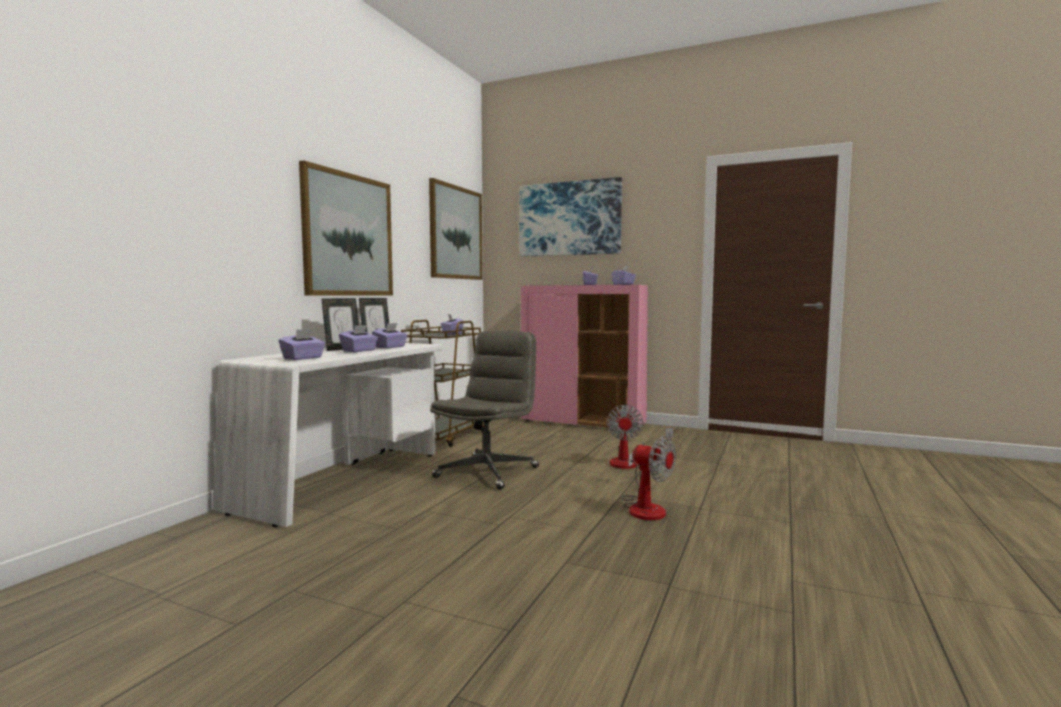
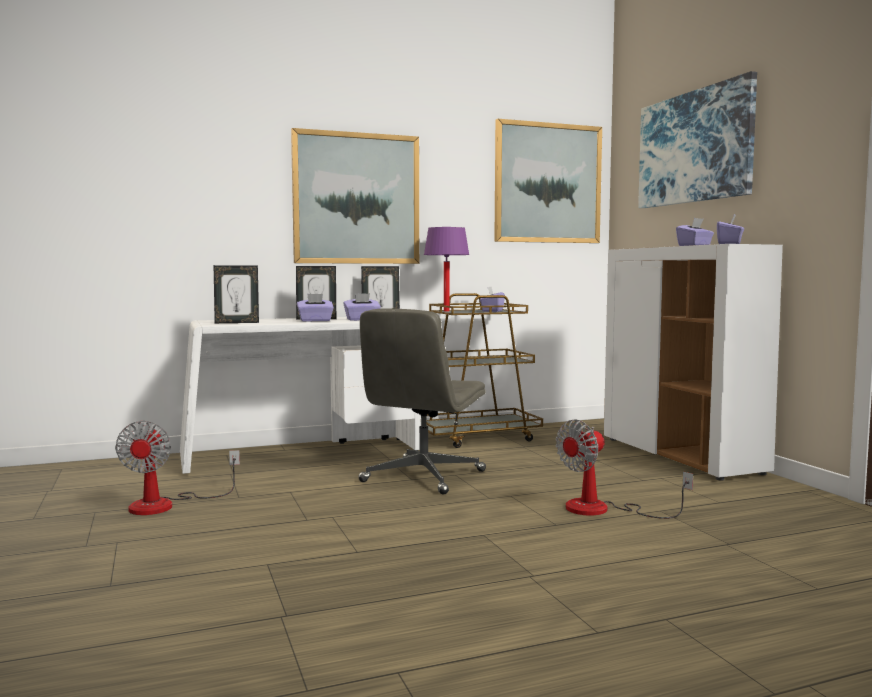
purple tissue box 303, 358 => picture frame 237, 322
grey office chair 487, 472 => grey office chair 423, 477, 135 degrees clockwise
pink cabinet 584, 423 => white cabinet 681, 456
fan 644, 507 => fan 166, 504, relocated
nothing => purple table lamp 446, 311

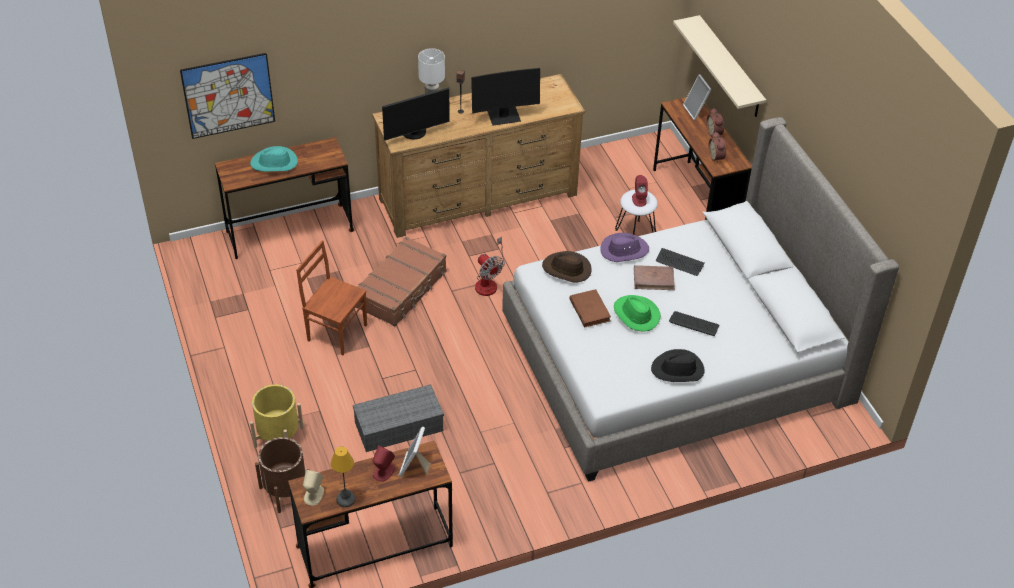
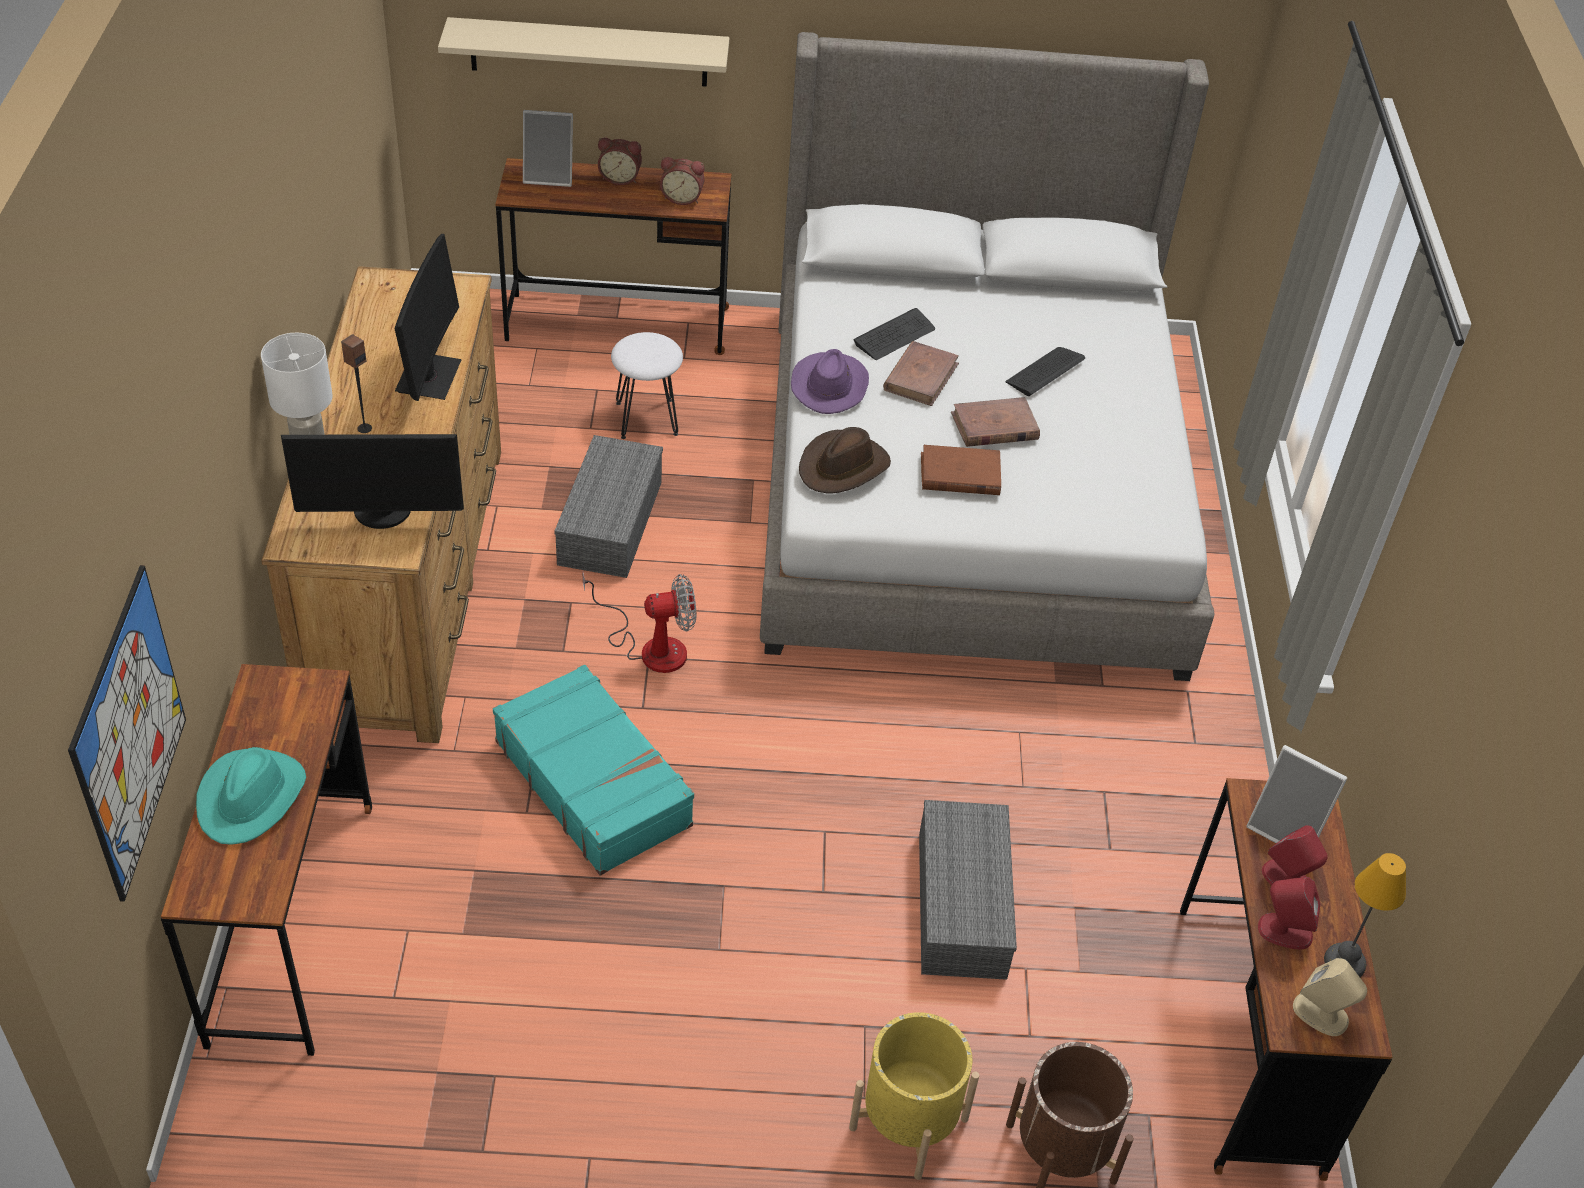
brown chair 337, 332 => nothing
brown suitcase 401, 289 => turquoise suitcase 594, 782
monitor 415, 133 => monitor 382, 514, 90 degrees clockwise
green hat 635, 315 => brown book 994, 426
red speaker 639, 199 => red speaker 1284, 931, relocated
black hat 678, 370 => nothing
nothing => grey storage box 609, 521

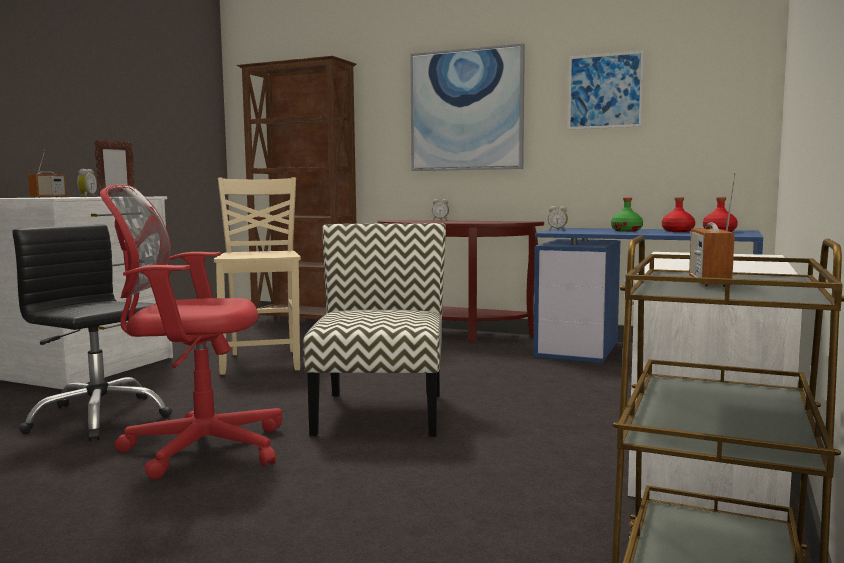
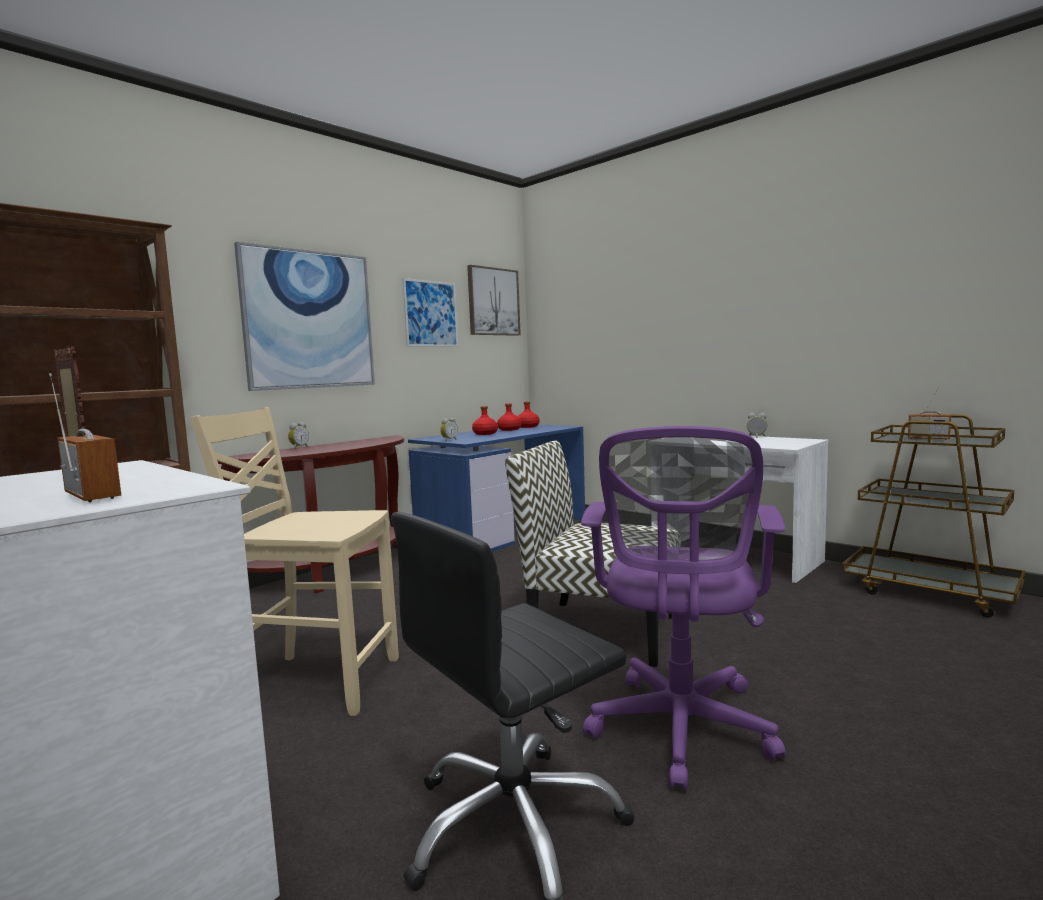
alarm clock 86, 197 => alarm clock 756, 437, relocated
red office chair 197, 448 => purple office chair 680, 731
green bottle 626, 231 => red bottle 485, 434
nothing => picture 493, 302

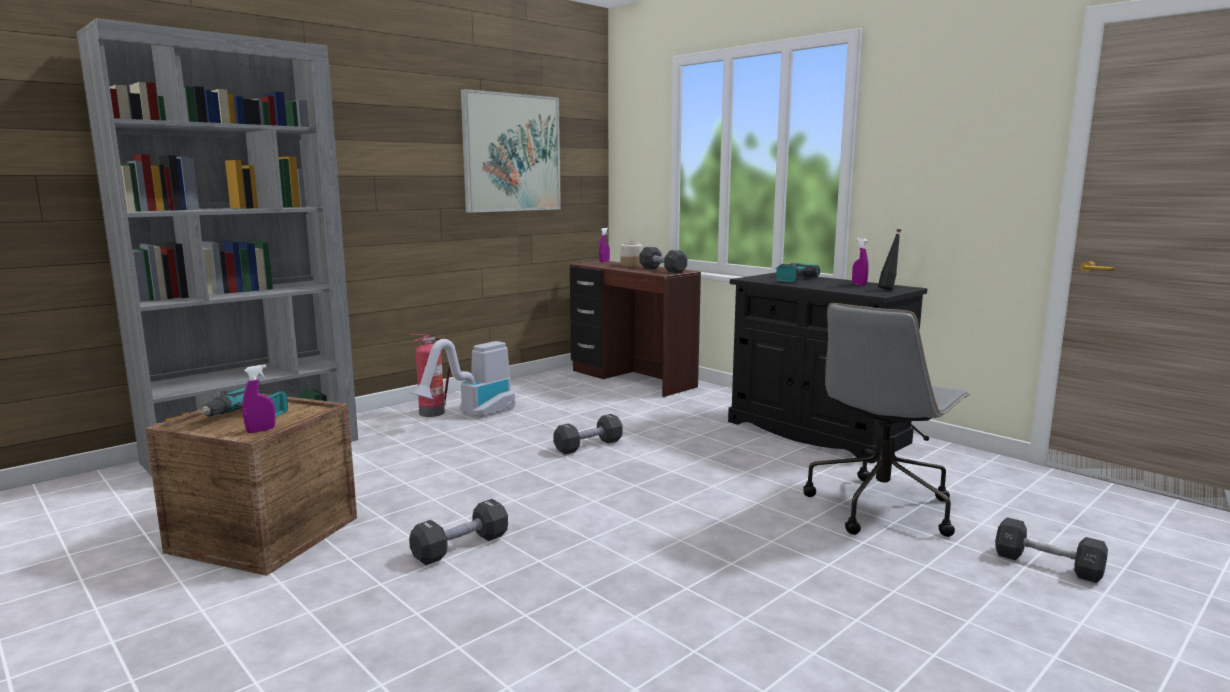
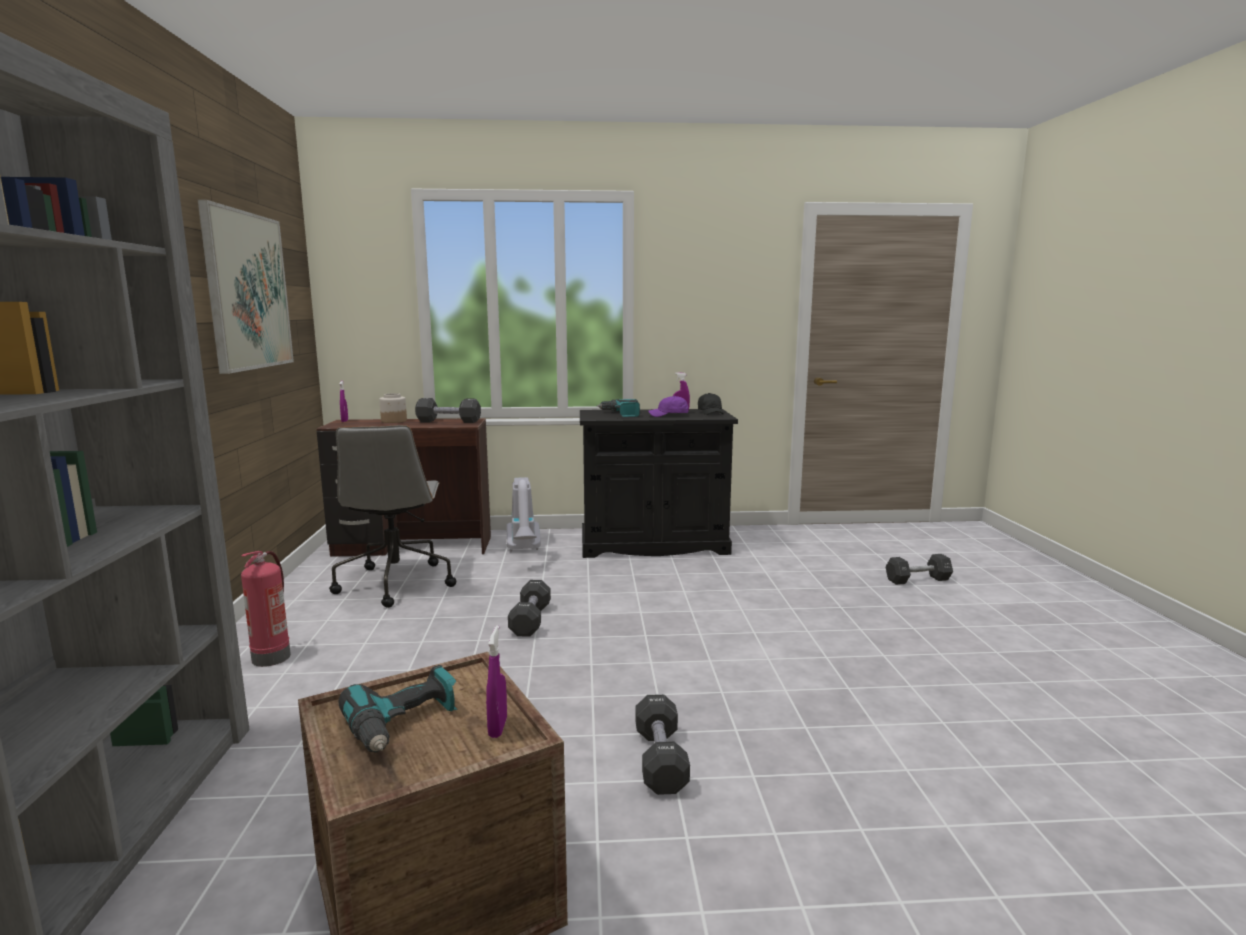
vacuum cleaner 472, 415 => vacuum cleaner 524, 551, relocated
grey office chair 881, 506 => grey office chair 395, 583, relocated
black bottle 888, 289 => black cap 711, 412
nothing => purple cap 669, 415

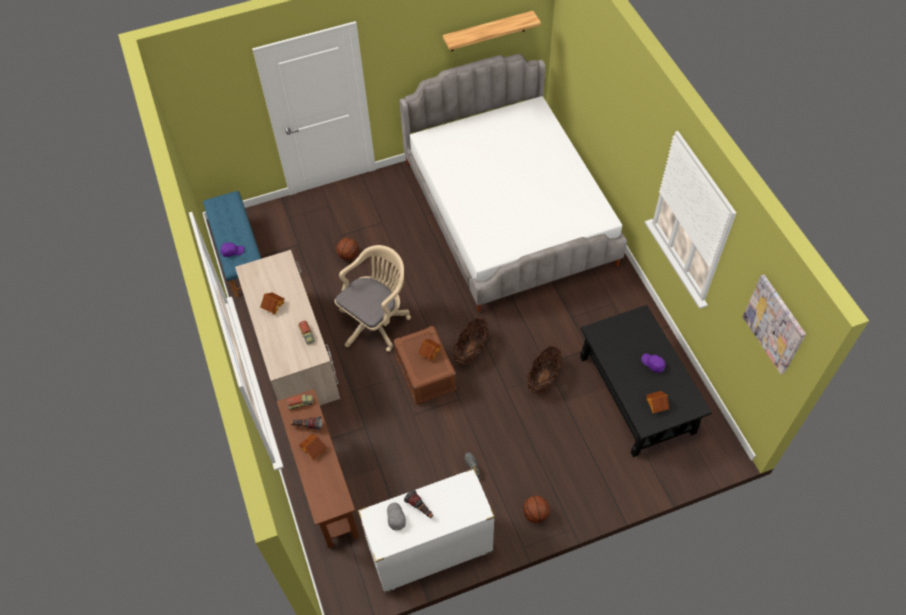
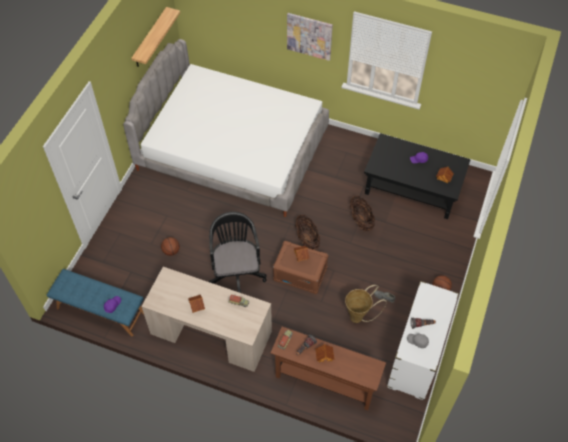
beige office chair 376, 321 => black office chair 236, 272
picture 774, 324 => picture 309, 36, relocated
nothing => basket 359, 317

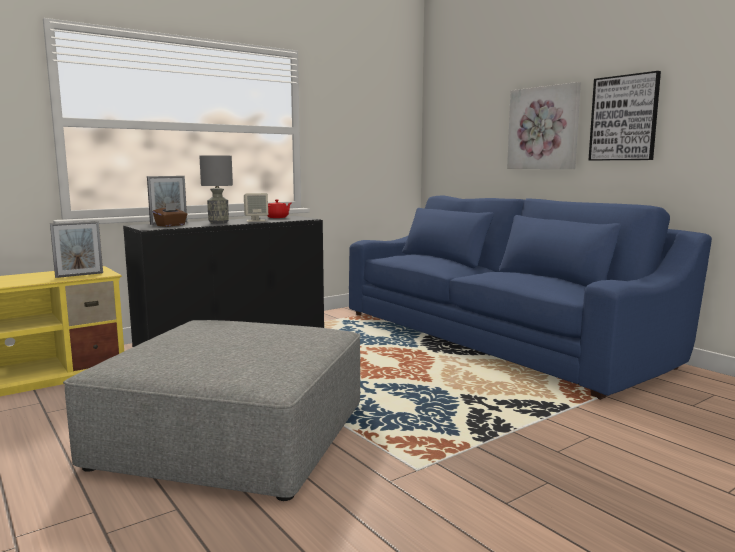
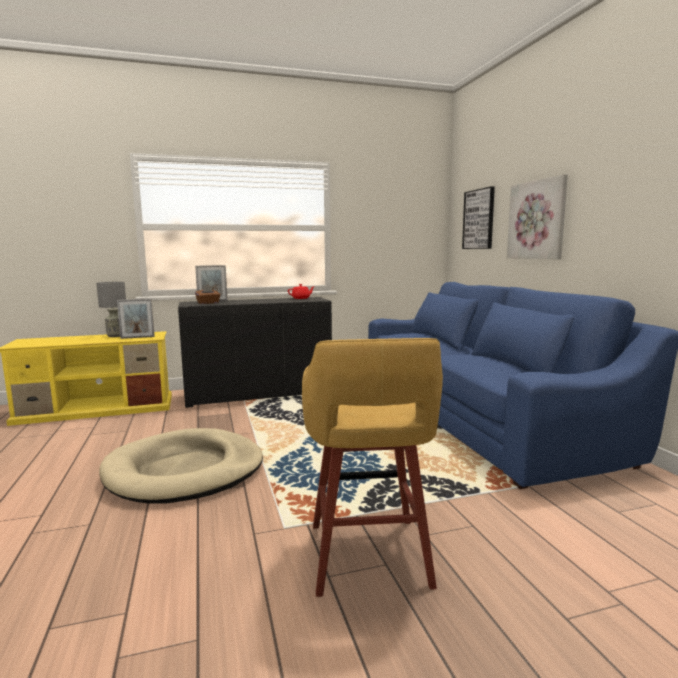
grey ottoman 235, 434 => beige dog bed 185, 471
grey table lamp 218, 222 => grey table lamp 115, 336, relocated
beige speaker 256, 221 => nothing
picture 624, 118 => picture 479, 219, relocated
nothing => yellow stool 368, 557

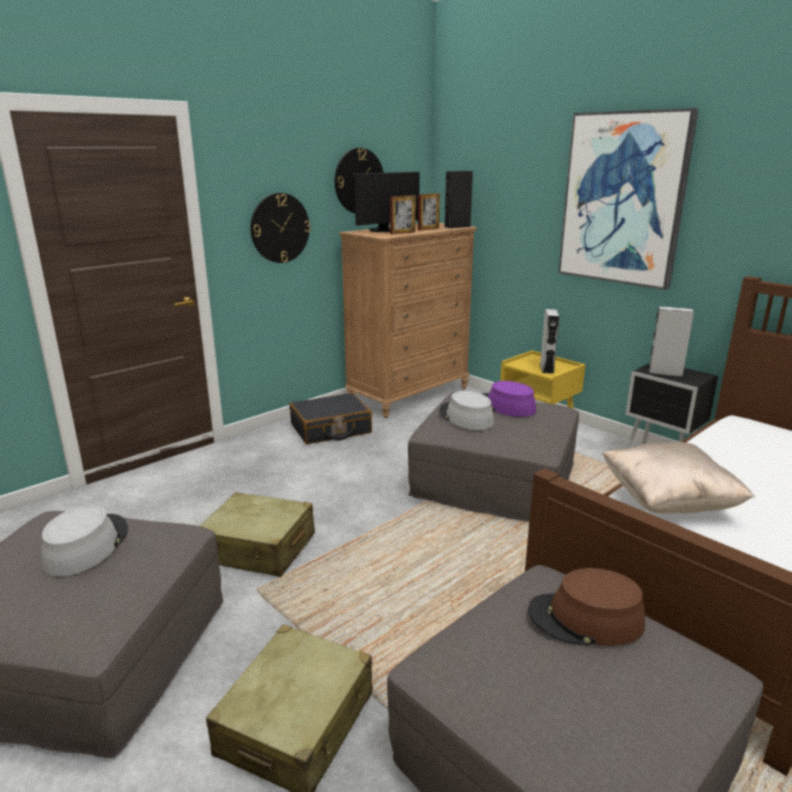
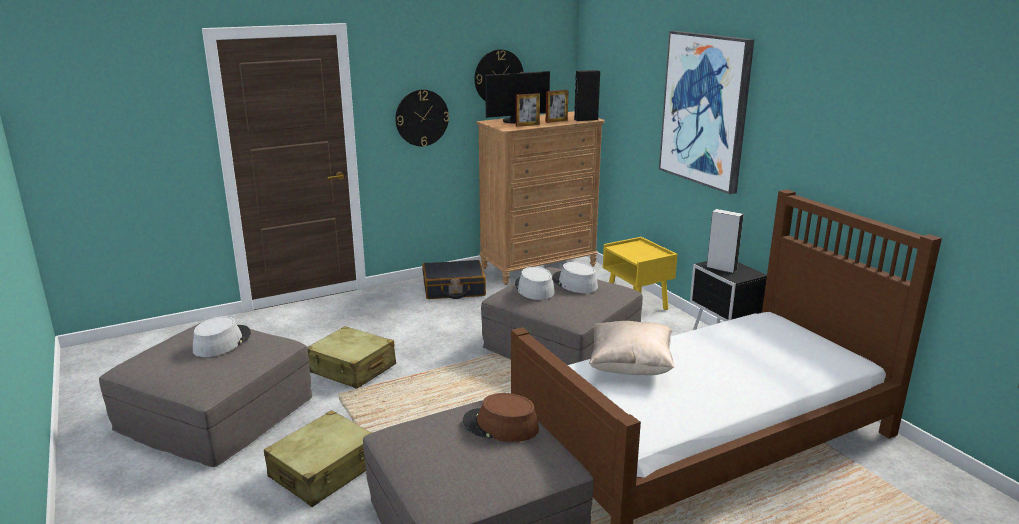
purple hat 505, 406 => grey hat 574, 283
grey speaker 546, 368 => nothing

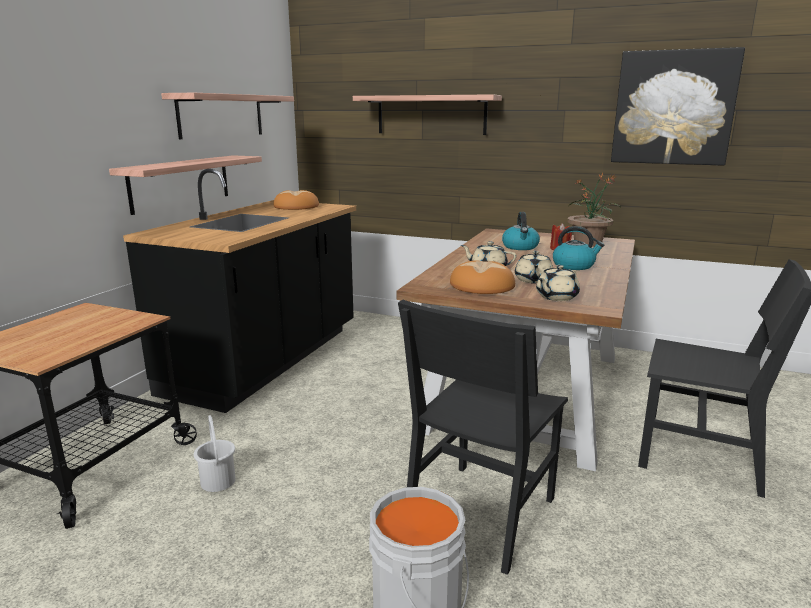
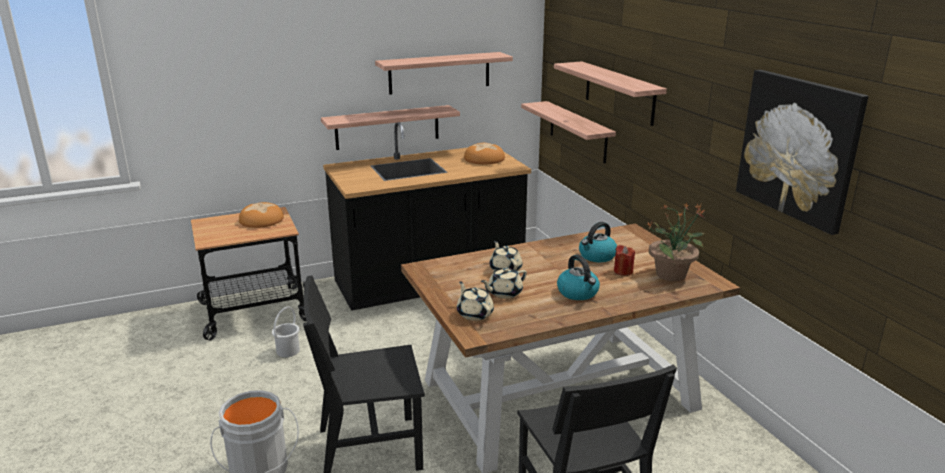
bread 482, 286 => bread 261, 220, relocated
beige teapot 556, 297 => beige teapot 474, 313, 60 degrees clockwise
nothing => shelf 577, 131

